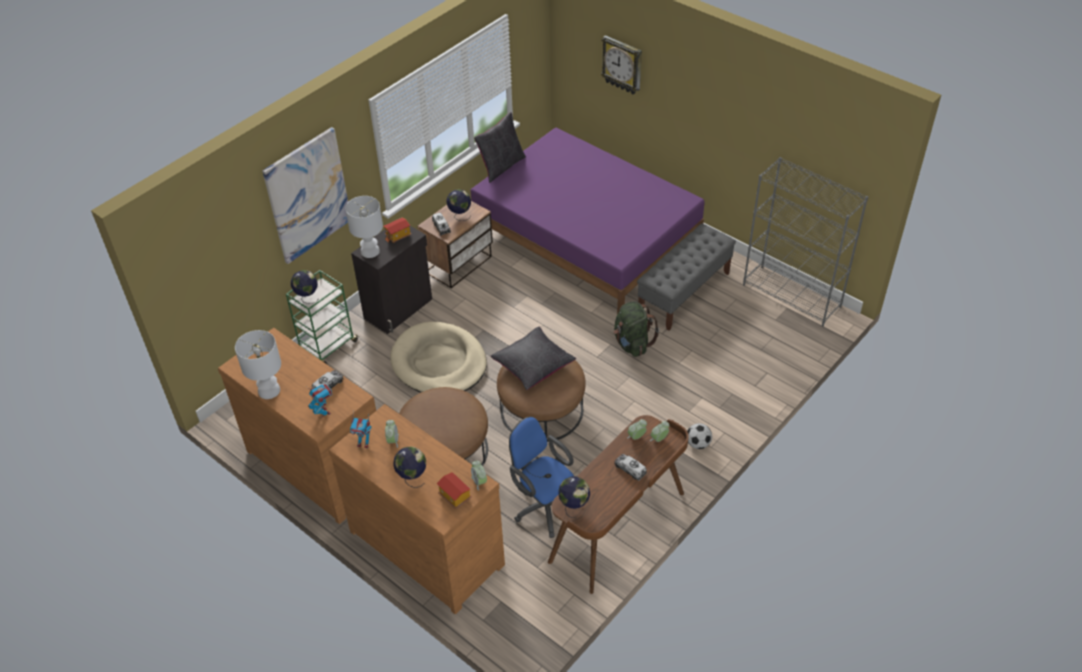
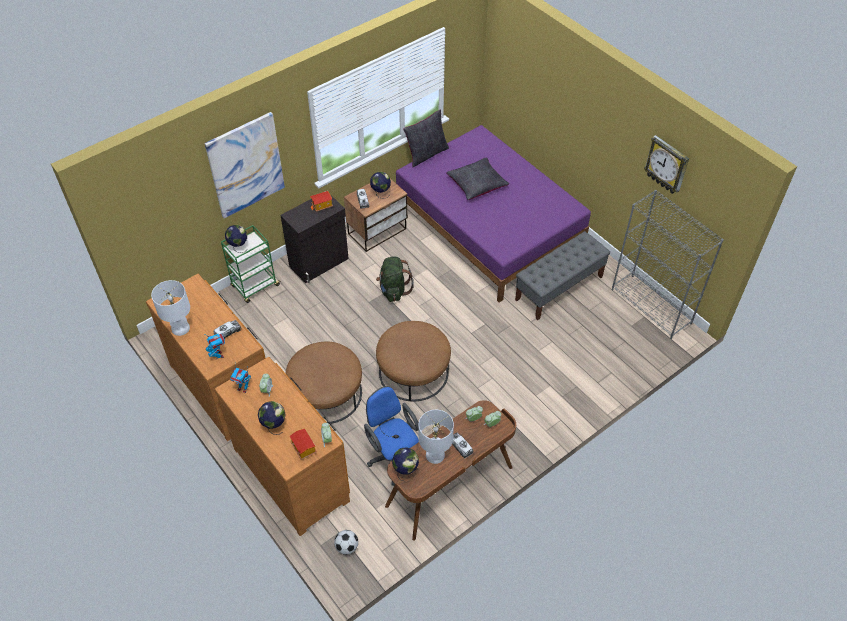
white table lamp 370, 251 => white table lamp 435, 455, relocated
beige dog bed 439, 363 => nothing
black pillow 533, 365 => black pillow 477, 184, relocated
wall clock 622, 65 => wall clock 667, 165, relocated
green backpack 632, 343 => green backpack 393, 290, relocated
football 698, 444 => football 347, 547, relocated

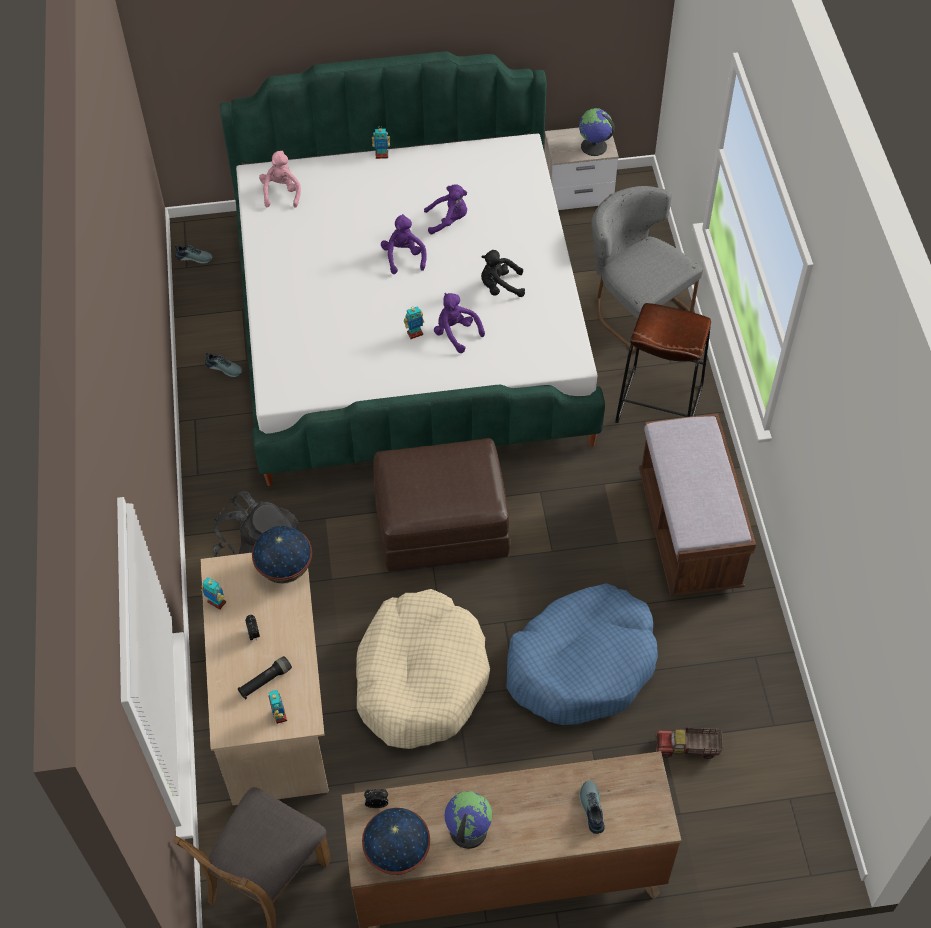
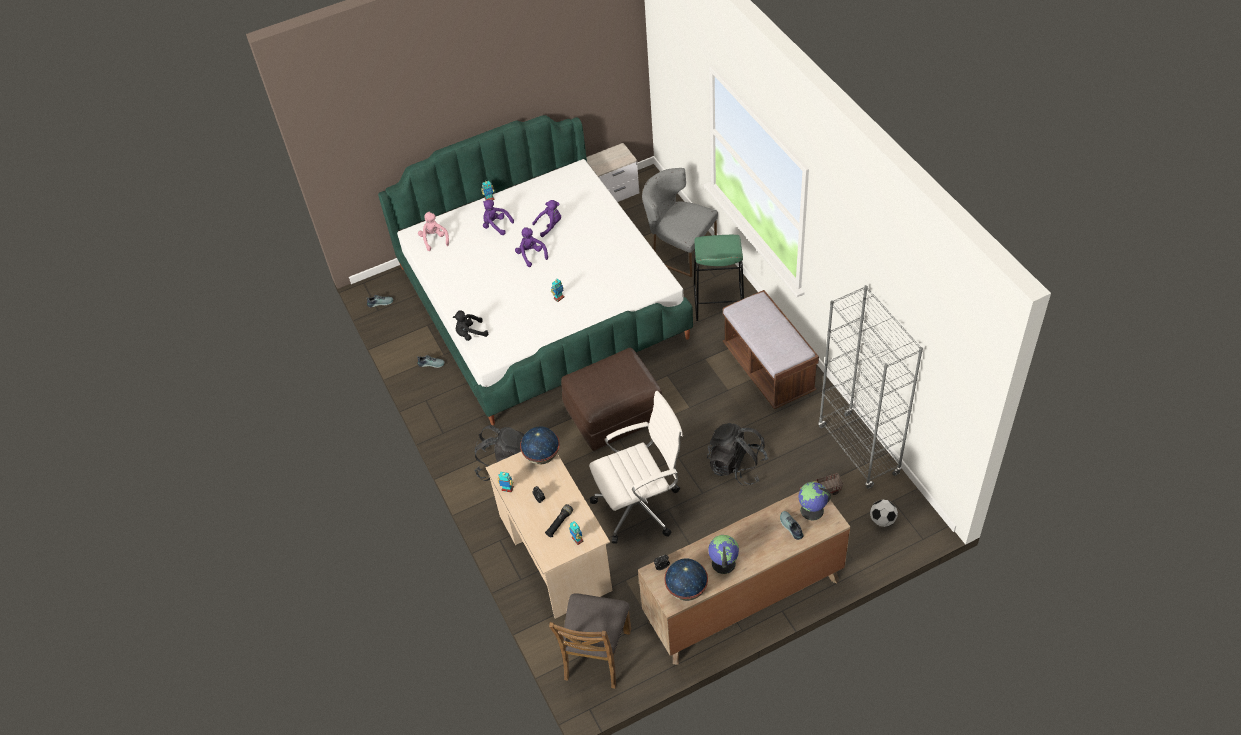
beige dog bed 420, 678 => white office chair 640, 506
purple plush toy 456, 333 => purple plush toy 496, 226, relocated
black plush toy 500, 286 => black plush toy 470, 334, relocated
blue dog bed 582, 664 => black backpack 736, 466
globe 593, 147 => globe 812, 510, relocated
brown stool 658, 404 => green stool 718, 302
nothing => grey bookcase 858, 450
nothing => football 882, 520

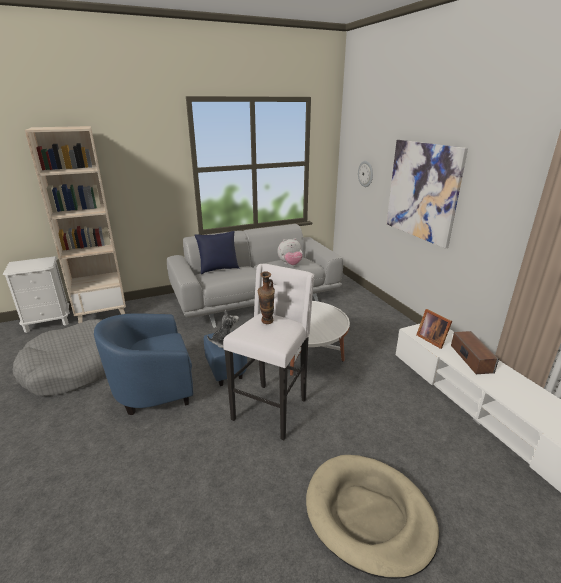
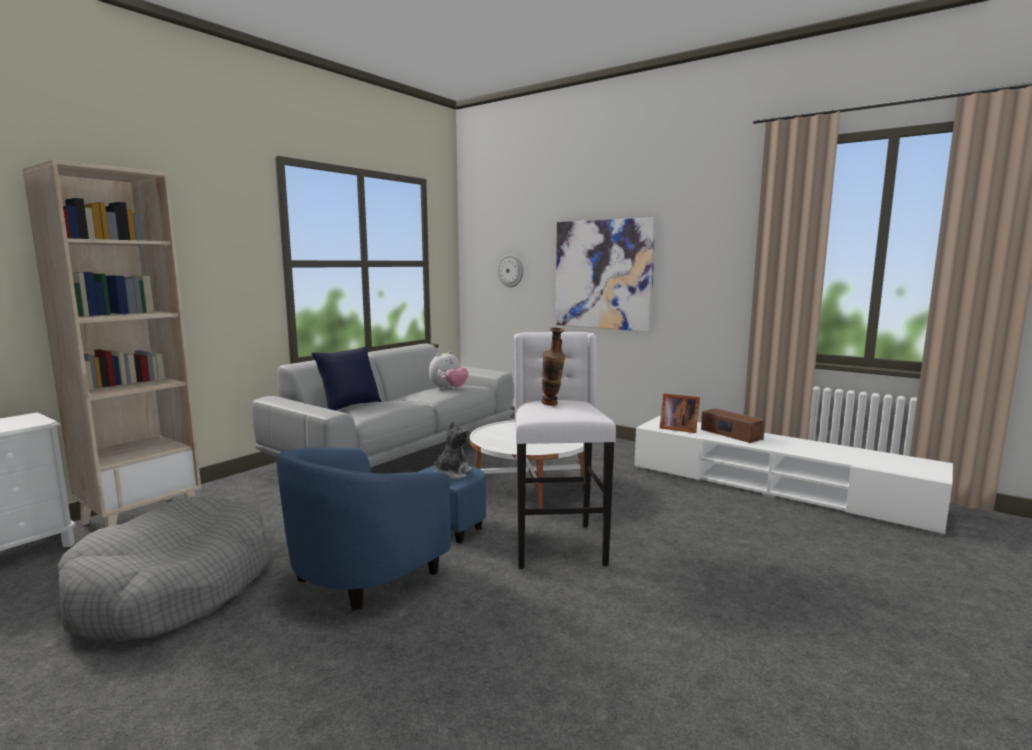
beige dog bed 368, 515 => nothing

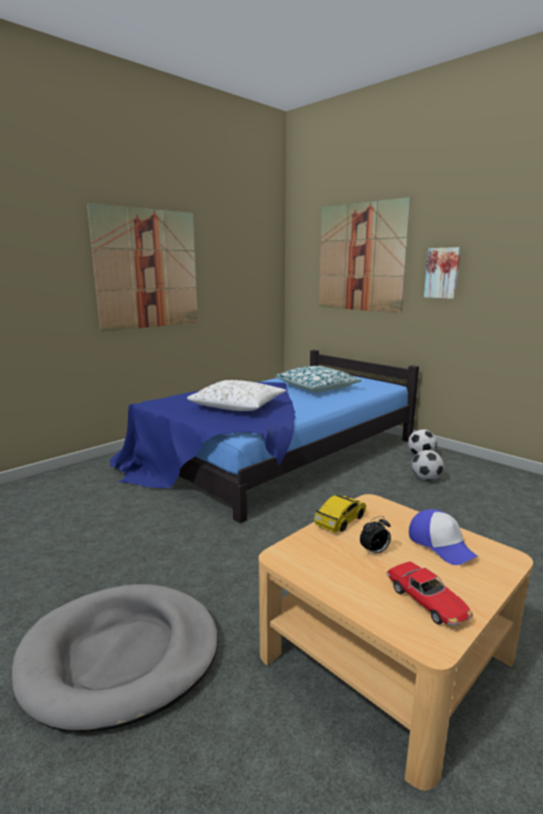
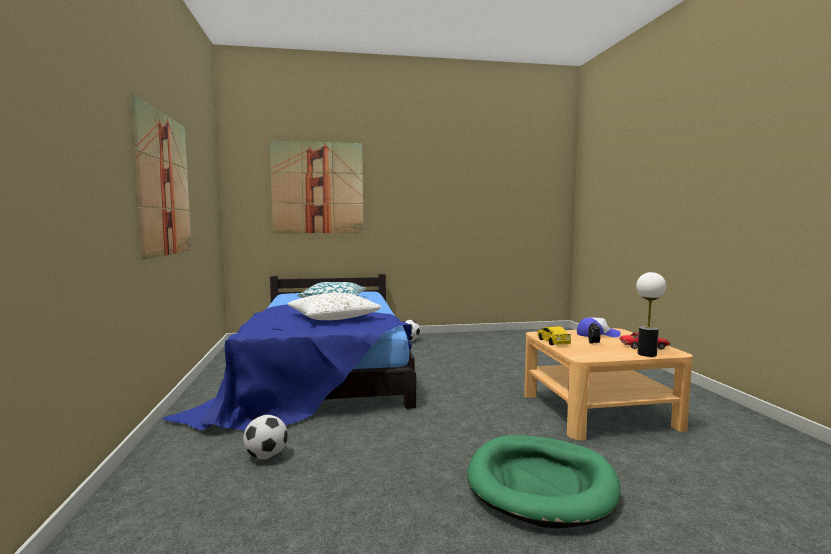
grey dog bed 121, 656 => green dog bed 541, 484
football 426, 479 => football 266, 456, relocated
picture 442, 273 => nothing
nothing => table lamp 647, 354

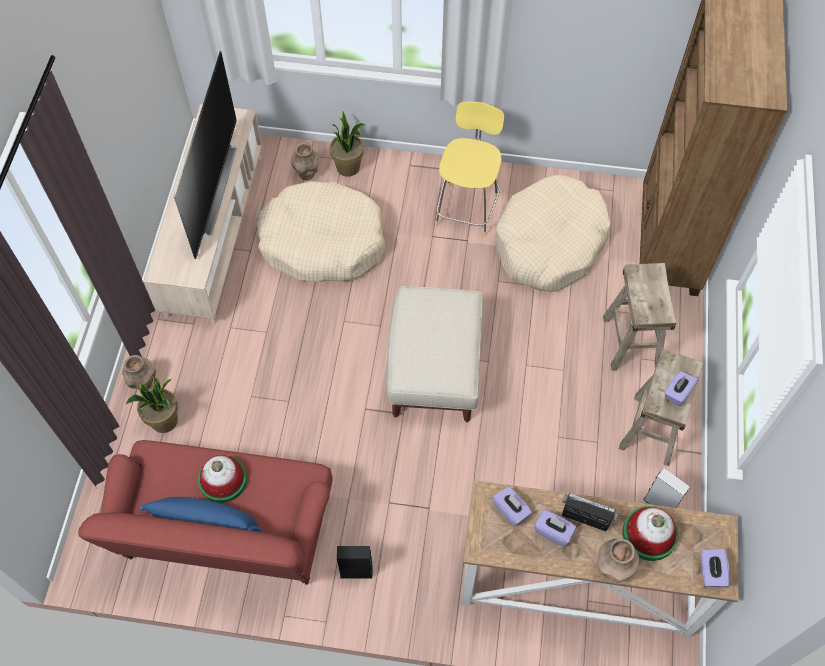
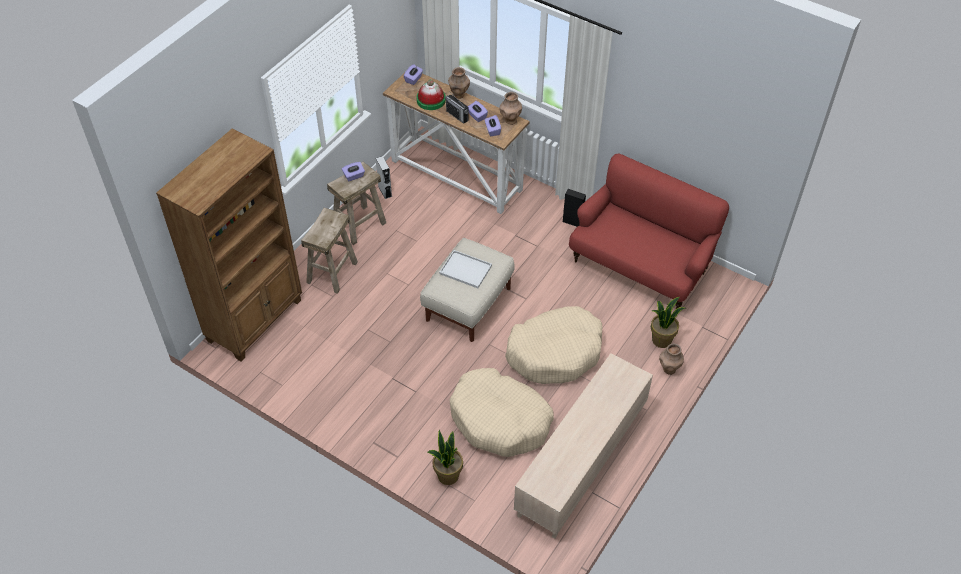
blue pillow 206, 523 => nothing
television 210, 188 => nothing
hat 223, 480 => nothing
brown vase 307, 174 => brown vase 510, 120, relocated
yellow stool 467, 208 => nothing
beige dog bed 549, 243 => beige dog bed 555, 352, relocated
nothing => white tray 464, 270

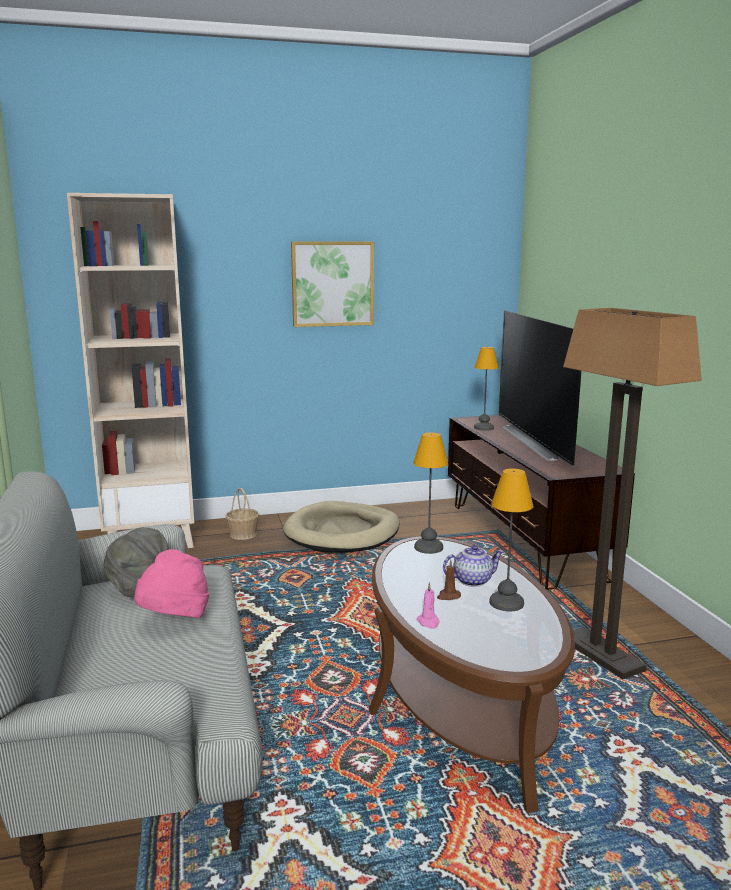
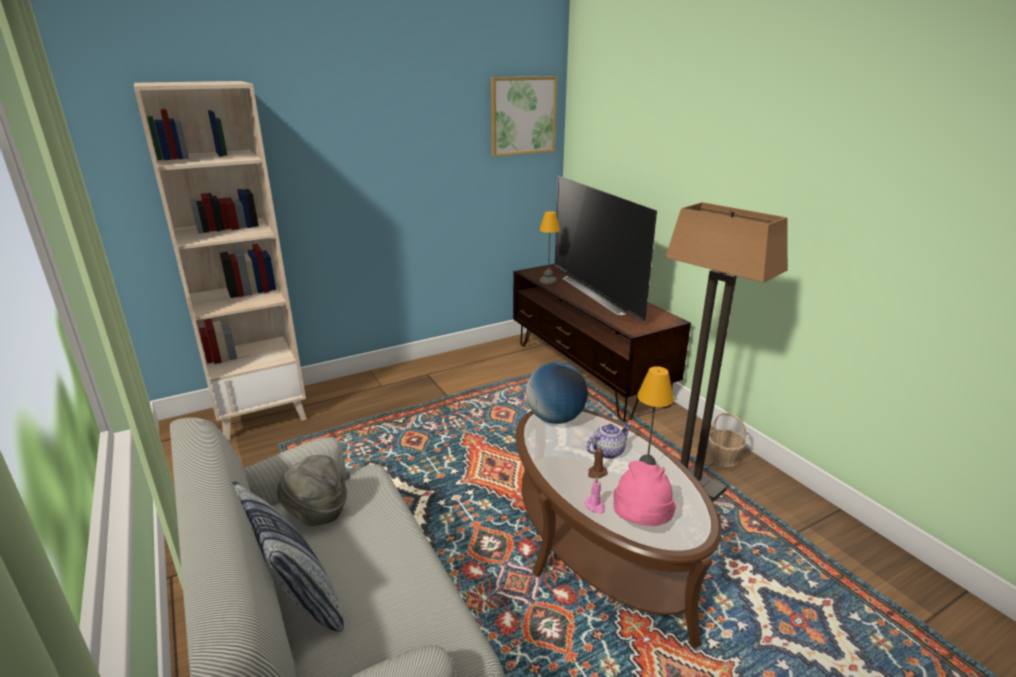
pink hat 174, 620 => pink hat 640, 522, relocated
basket 243, 534 => basket 723, 458, relocated
beige dog bed 342, 532 => nothing
picture 332, 284 => picture 522, 115, relocated
table lamp 429, 547 => globe 555, 418
nothing => pillow 297, 599

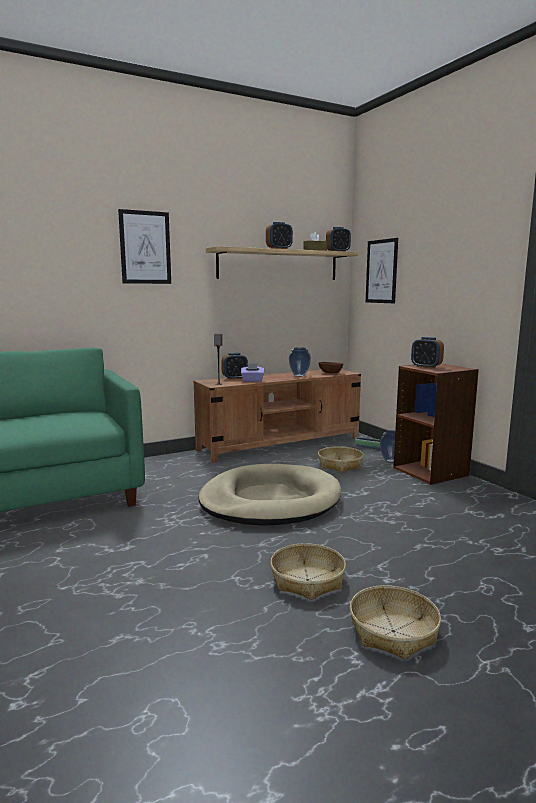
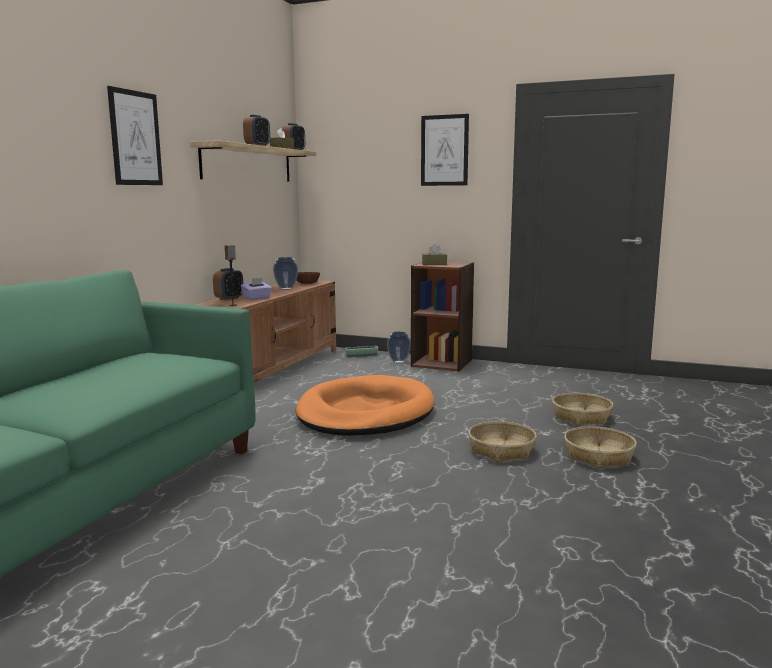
beige dog bed 270, 501 => orange dog bed 365, 413
basket 340, 465 => basket 581, 416, relocated
picture 381, 271 => picture 444, 150, relocated
alarm clock 426, 367 => brown tissue box 434, 264

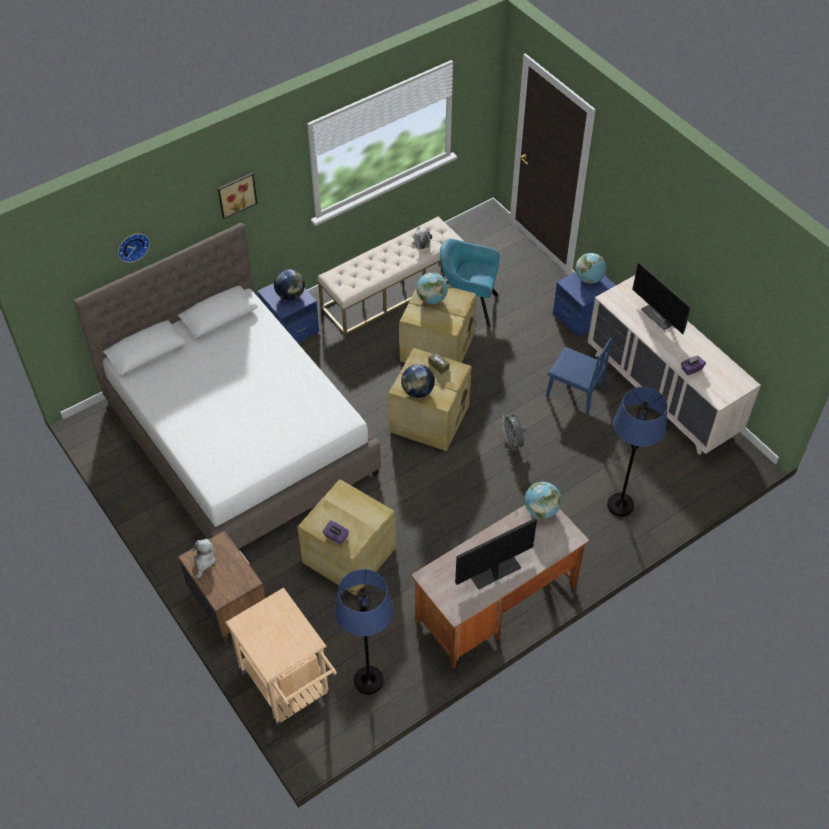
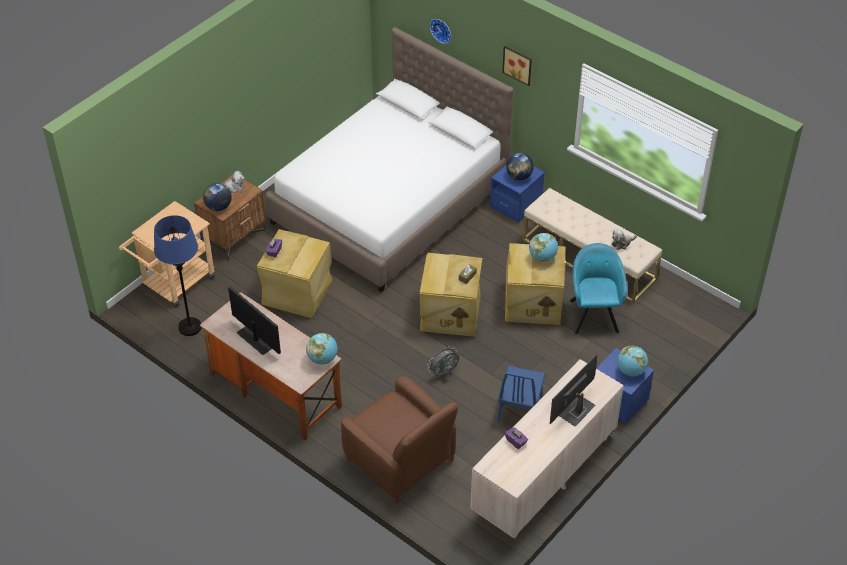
globe 417, 391 => globe 218, 207, relocated
blue floor lamp 620, 505 => brown armchair 400, 460

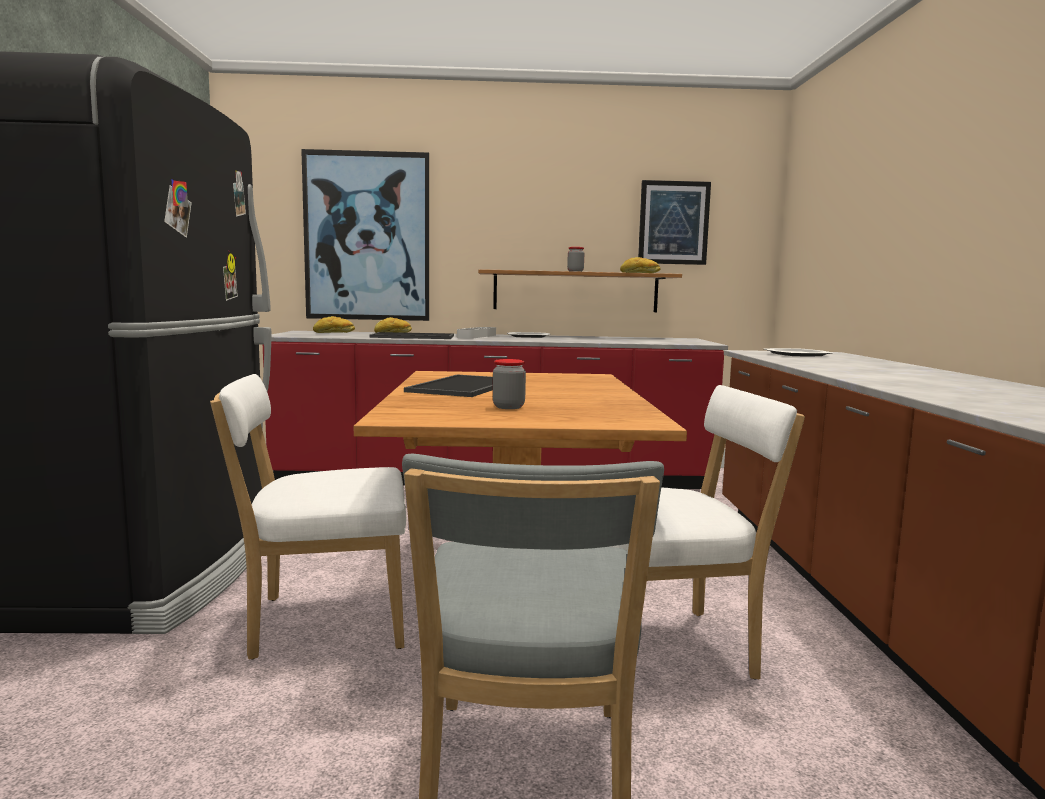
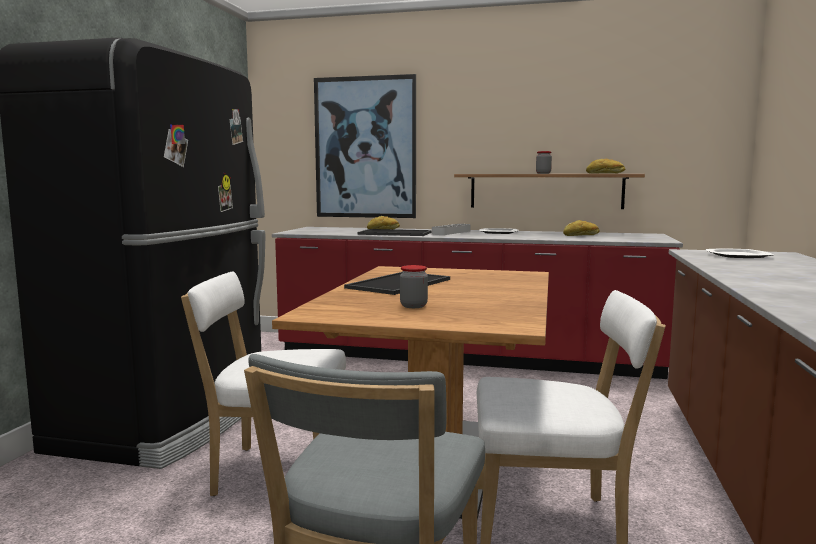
bread 334, 332 => bread 581, 235, relocated
picture 673, 223 => nothing

